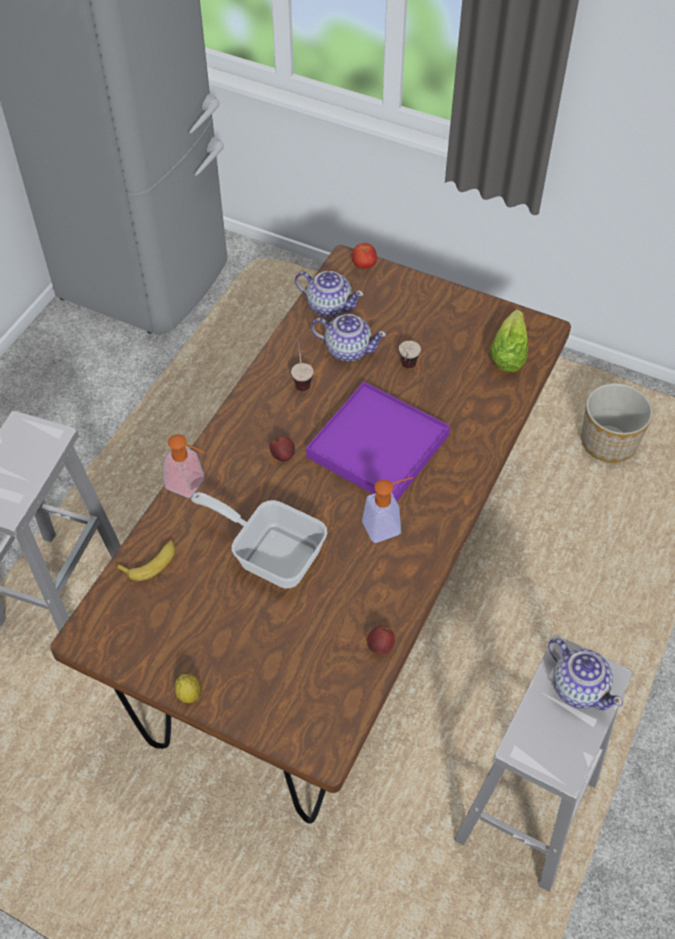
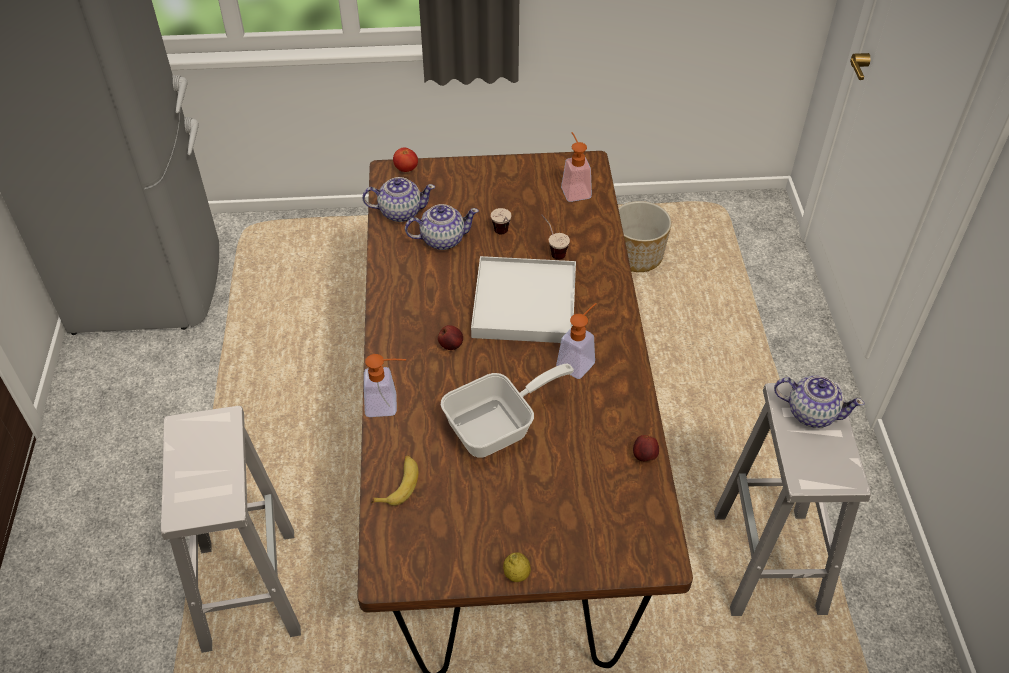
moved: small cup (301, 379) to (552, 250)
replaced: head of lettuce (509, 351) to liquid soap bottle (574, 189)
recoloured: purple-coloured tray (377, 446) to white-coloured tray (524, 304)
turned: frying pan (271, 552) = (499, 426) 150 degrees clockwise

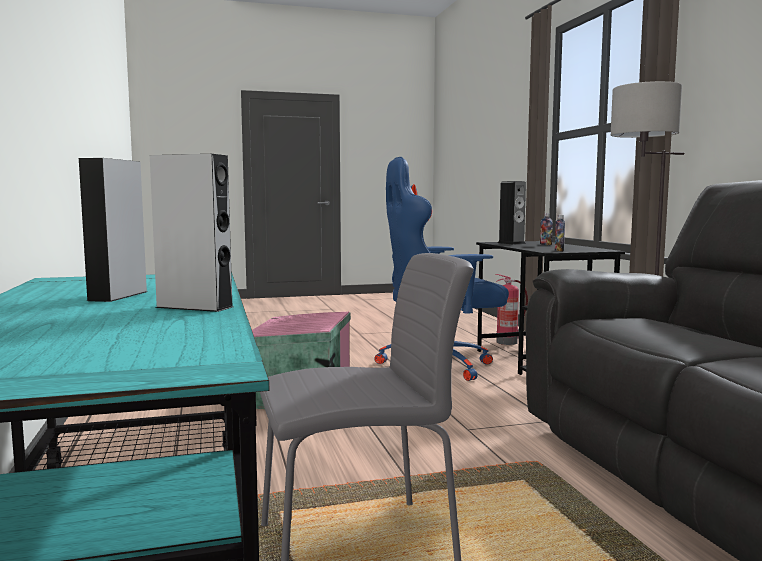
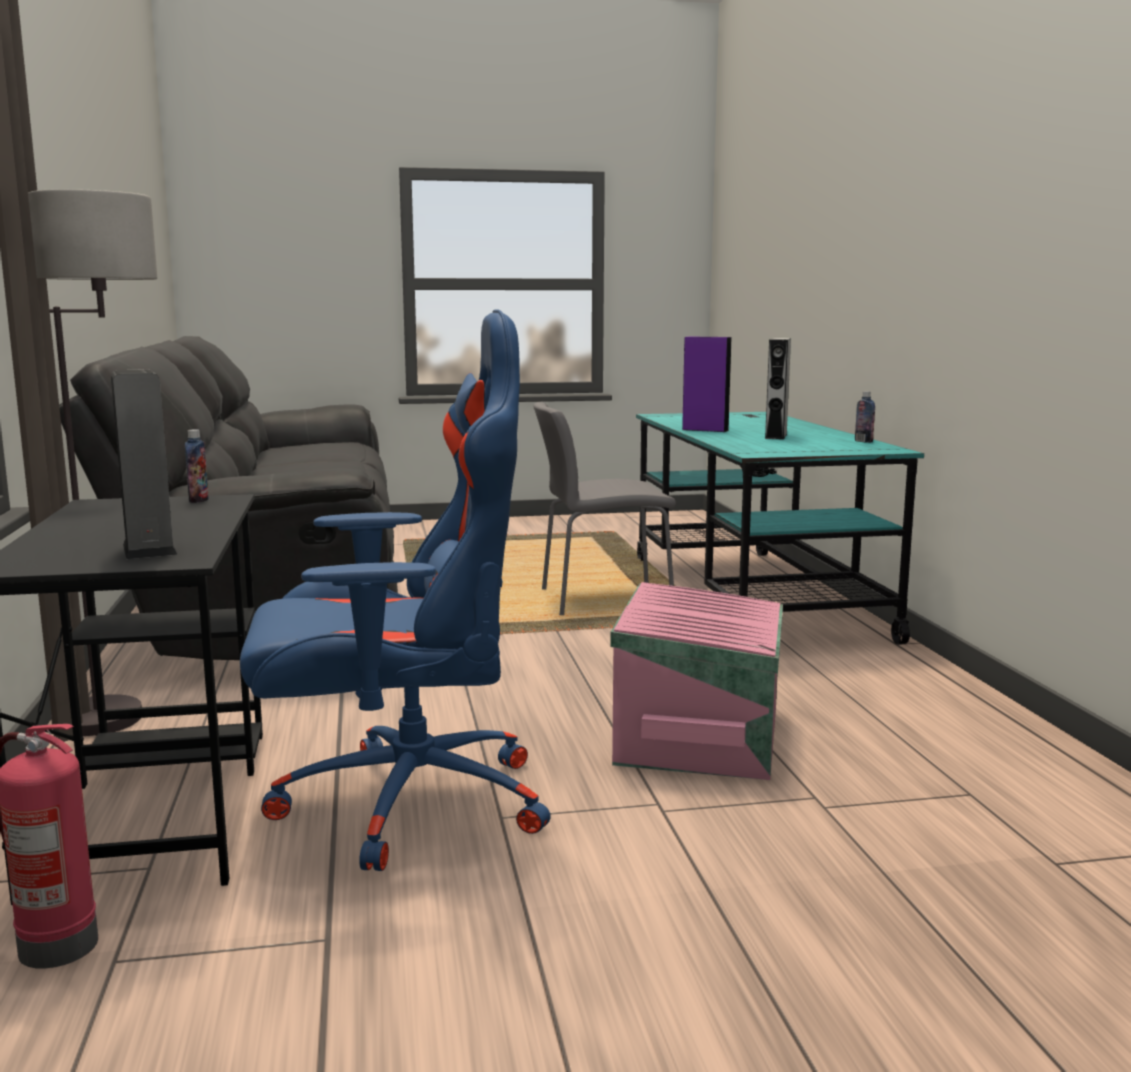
moved: drink bottle (545, 244) to (863, 441)
recoloured: greyish loudspeaker (194, 307) to purple-coloured loudspeaker (705, 430)

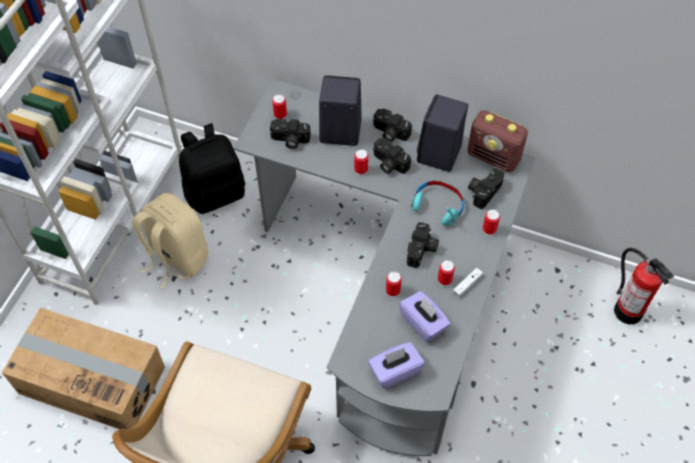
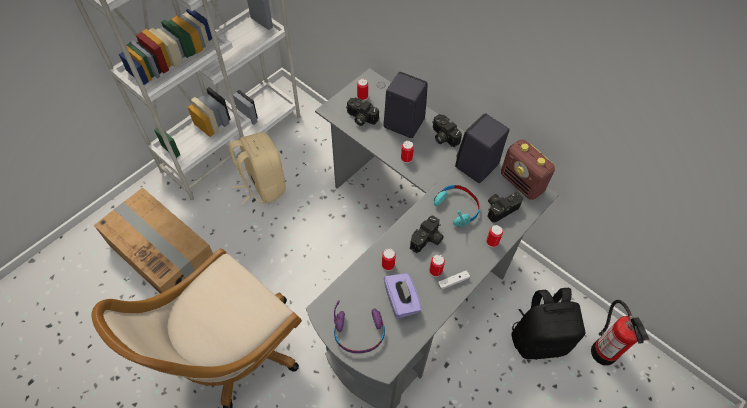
removed: still camera (388, 164)
moved: black knapsack (215, 193) to (539, 338)
replaced: purple-coloured tissue holder (395, 371) to purple-coloured pair of headphones (359, 333)

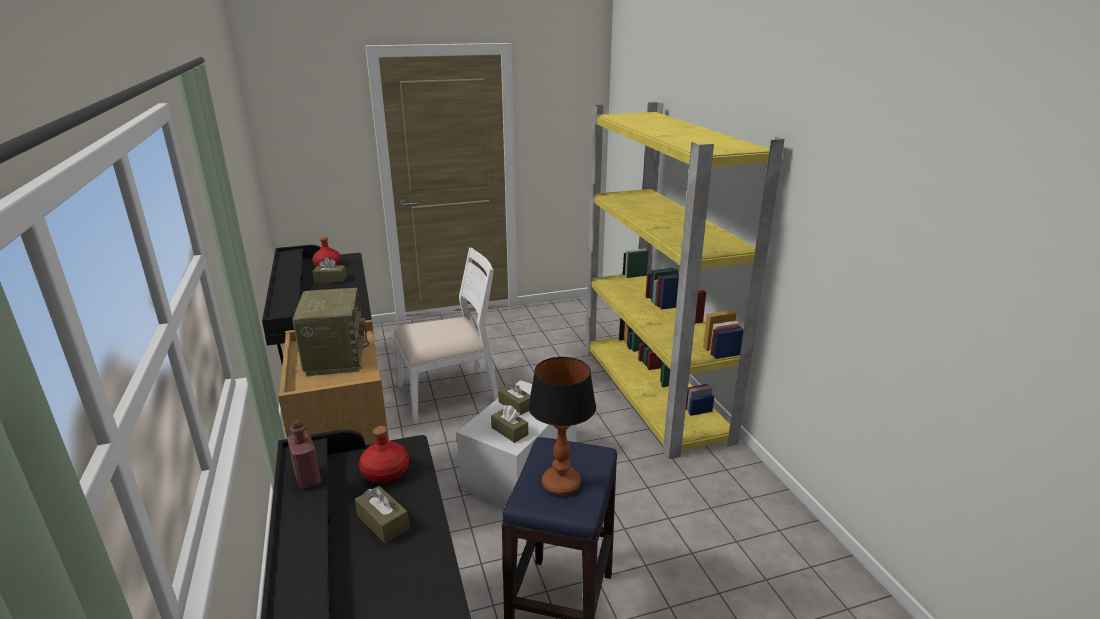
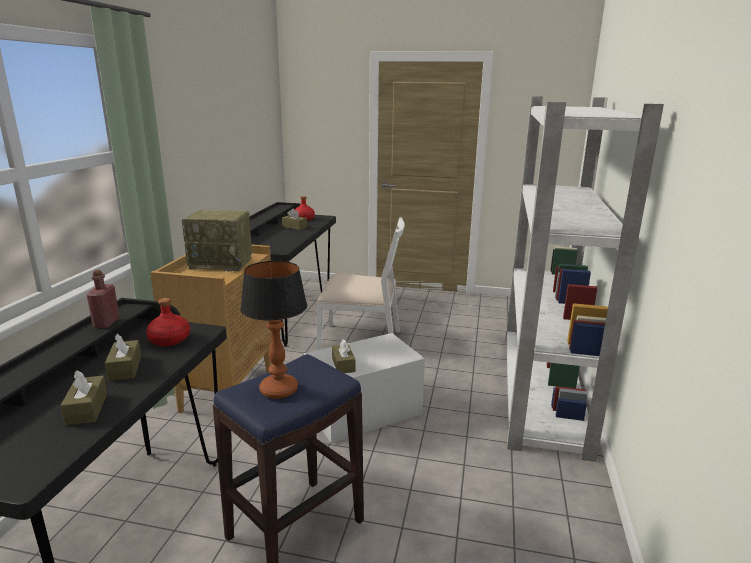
moved: brownish tissue holder (515, 405) to (87, 409)
recoloured: yellowish bookcase (653, 391) to white-coloured bookcase (542, 389)
turned: radio set (335, 357) = (222, 263) 75 degrees clockwise

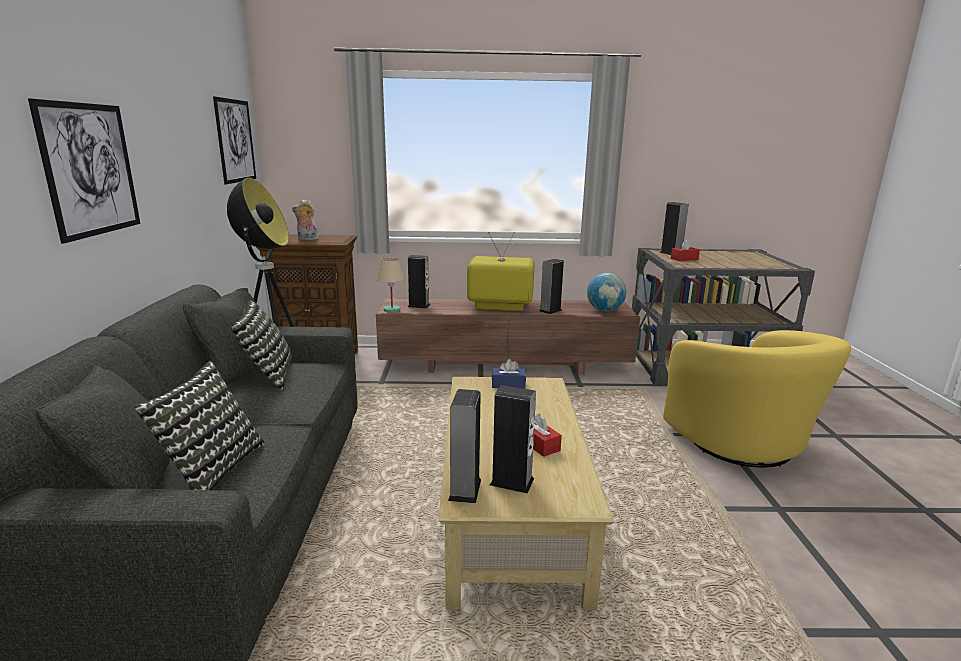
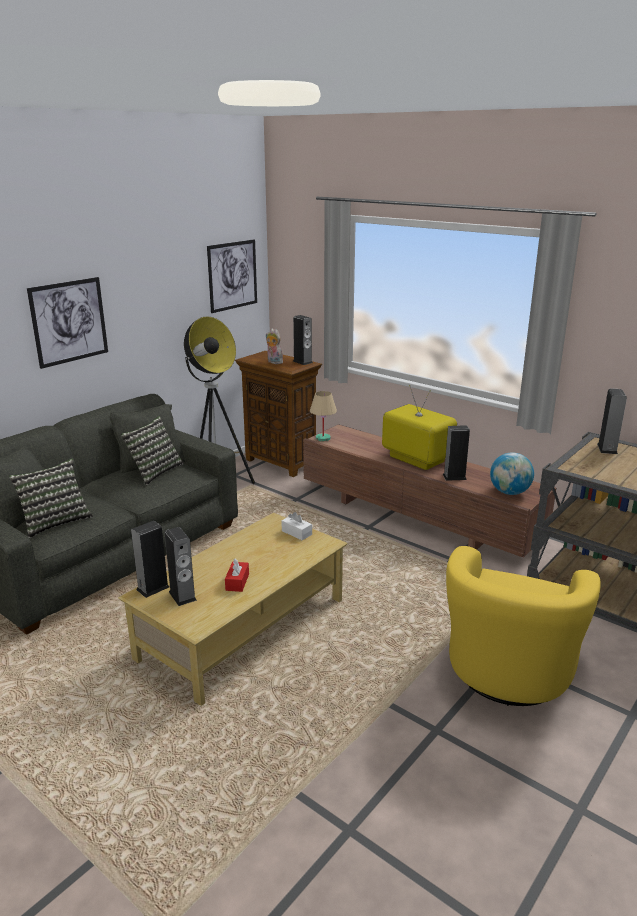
removed: red-coloured tissue holder (684, 259)
moved: loudspeaker (418, 305) to (302, 362)
recoloured: blue tissue holder (508, 384) to white-coloured tissue holder (296, 533)

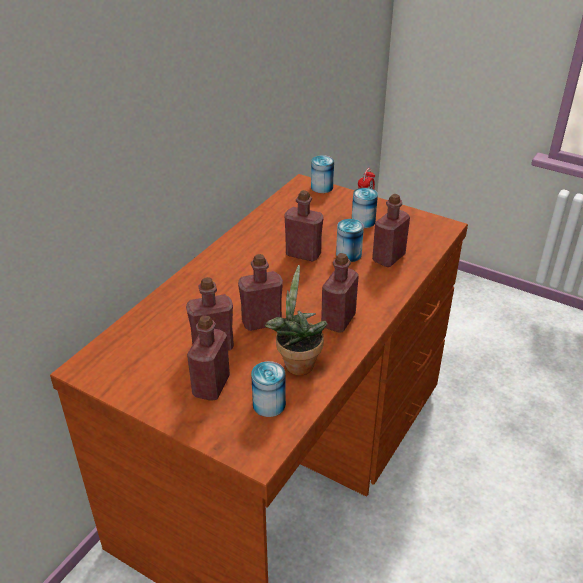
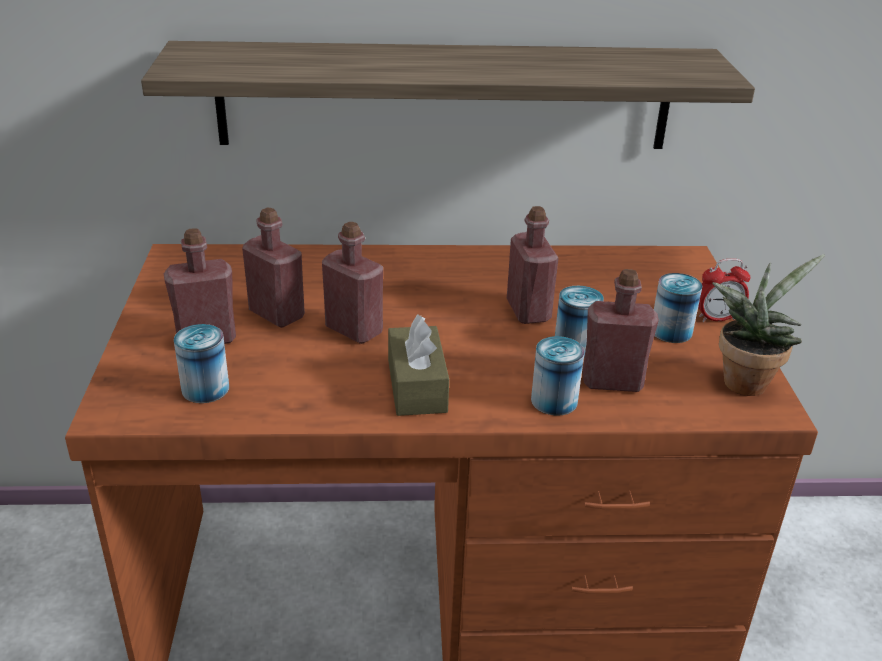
added: bracket shelf (445, 96)
moved: houseplant (297, 362) to (746, 380); sealed can (321, 187) to (554, 401)
replaced: red-coloured drink bottle (338, 321) to brownish tissue holder (417, 386)

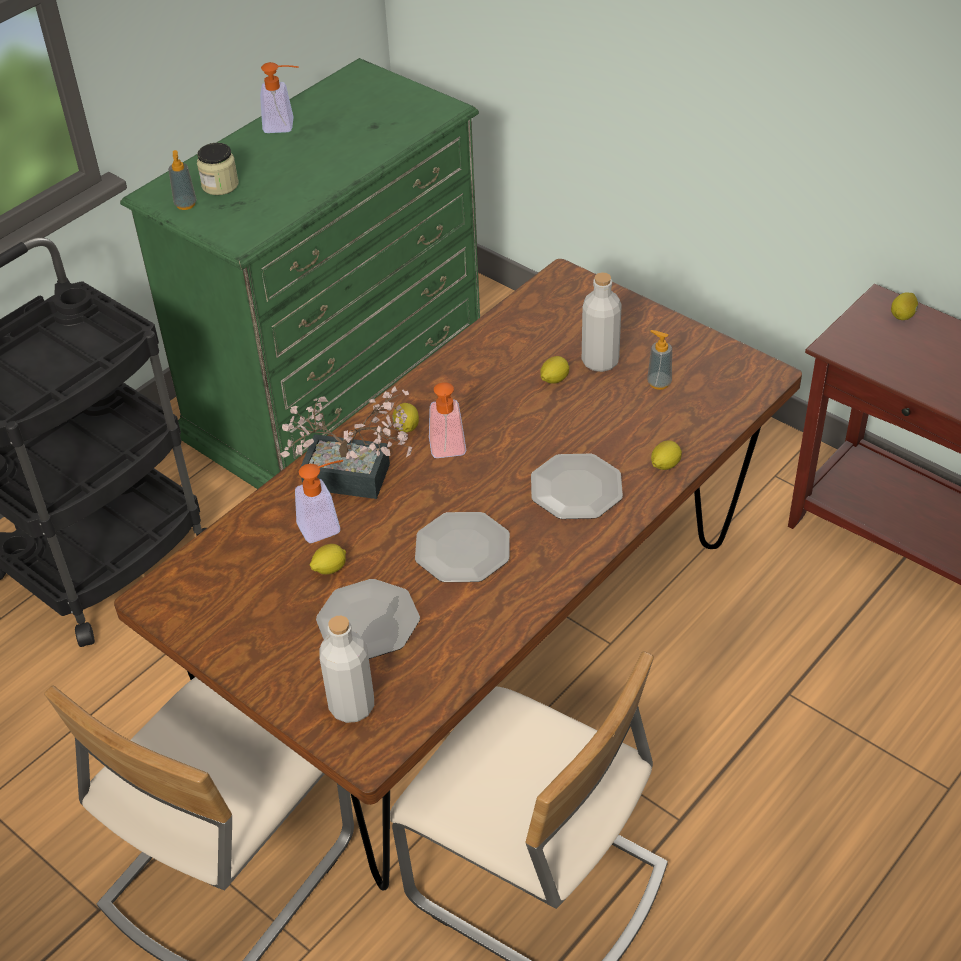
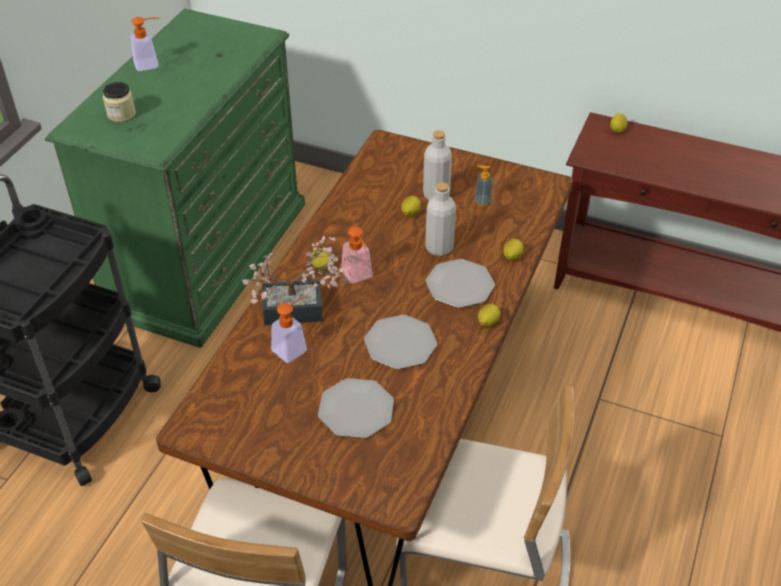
removed: liquid soap bottle (185, 204)
moved: lemon (329, 569) to (487, 322); greyish drink bottle (352, 706) to (439, 248)

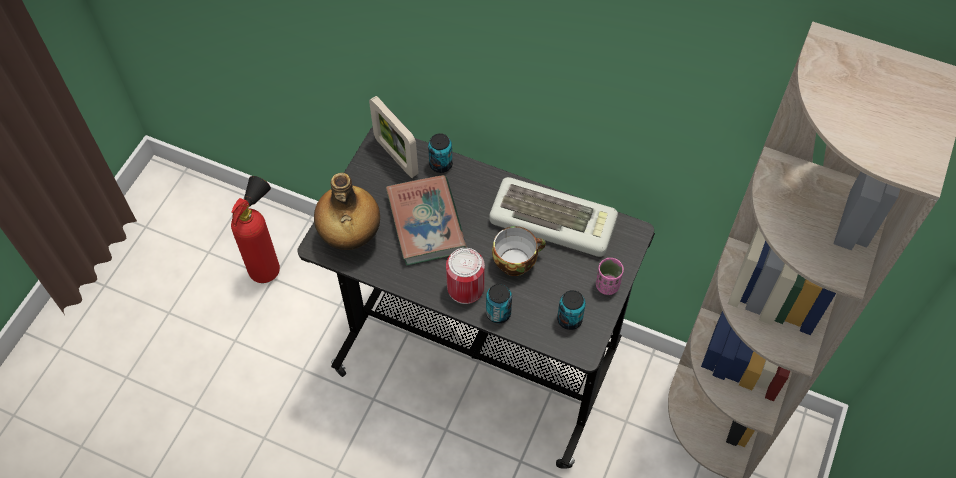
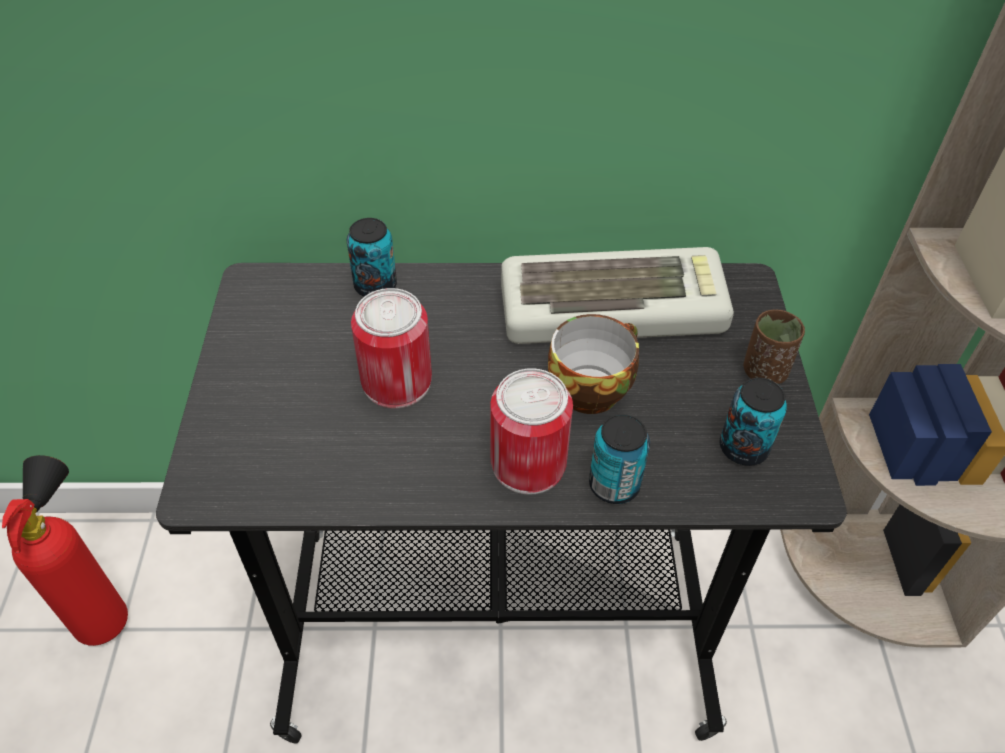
removed: drink bottle (350, 237); picture frame (396, 157)
replaced: volume (426, 223) to sealed can (396, 382)
recoloured: pinkish small cup (607, 285) to brownish small cup (764, 371)

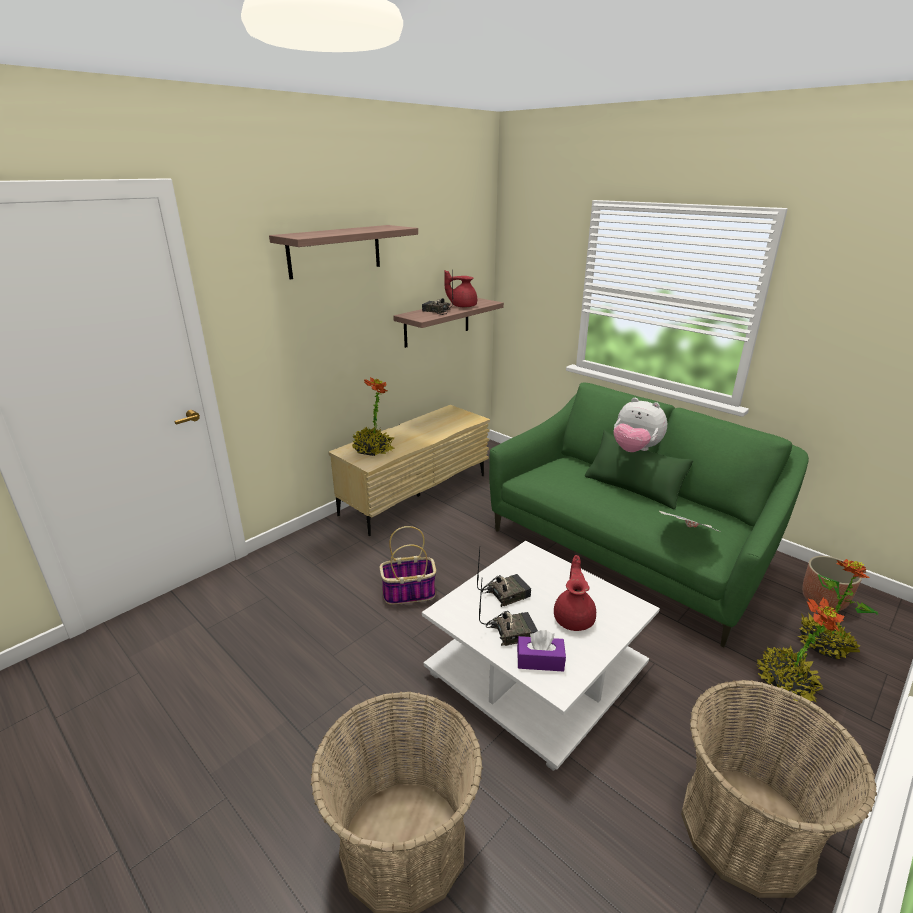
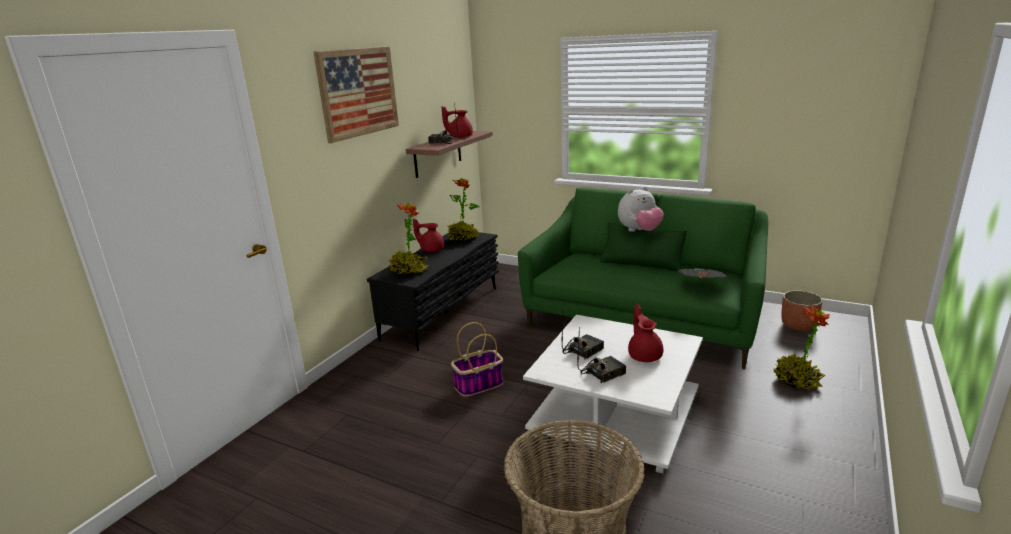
removed: purple-coloured tissue holder (540, 661); storage basket (745, 830)
added: red-coloured tea pot (431, 249)
moved: houseplant (824, 644) to (463, 239)
replaced: bracket shelf (335, 251) to wall art (358, 92)
recoloured: sand-coloured tv stand (416, 495) to black tv stand (443, 313)
turned: plush toy (635, 450) = (639, 231) 45 degrees counterclockwise

